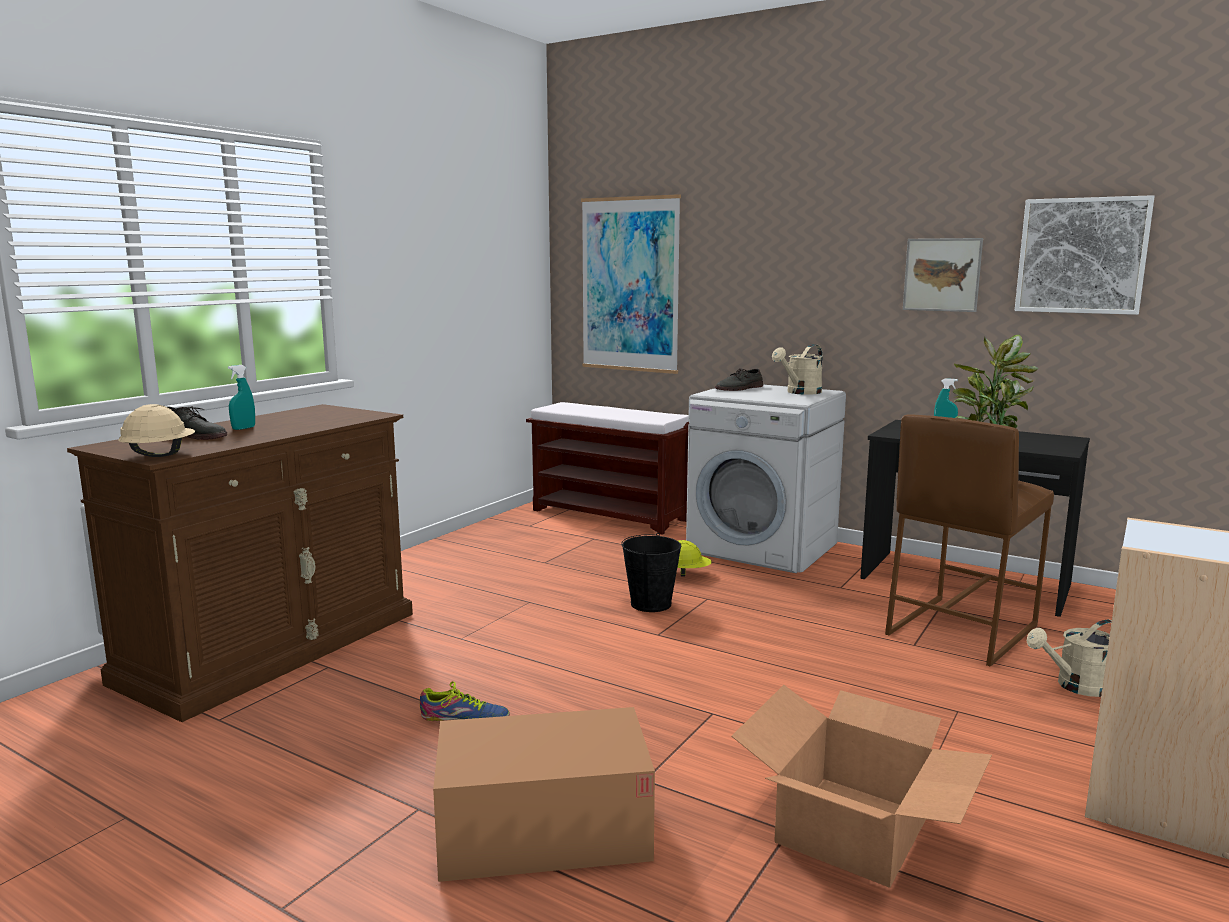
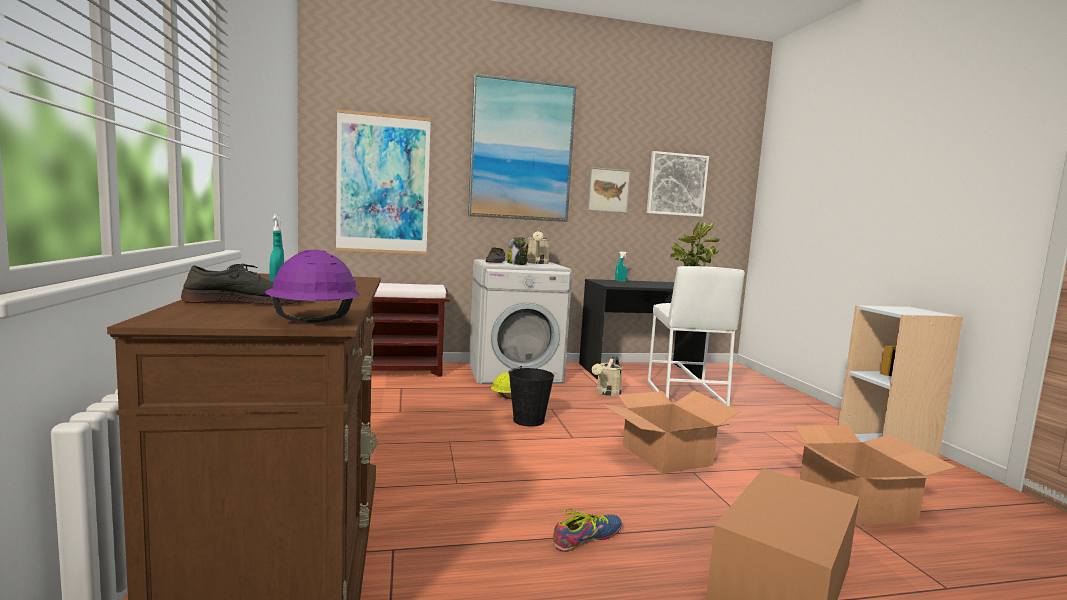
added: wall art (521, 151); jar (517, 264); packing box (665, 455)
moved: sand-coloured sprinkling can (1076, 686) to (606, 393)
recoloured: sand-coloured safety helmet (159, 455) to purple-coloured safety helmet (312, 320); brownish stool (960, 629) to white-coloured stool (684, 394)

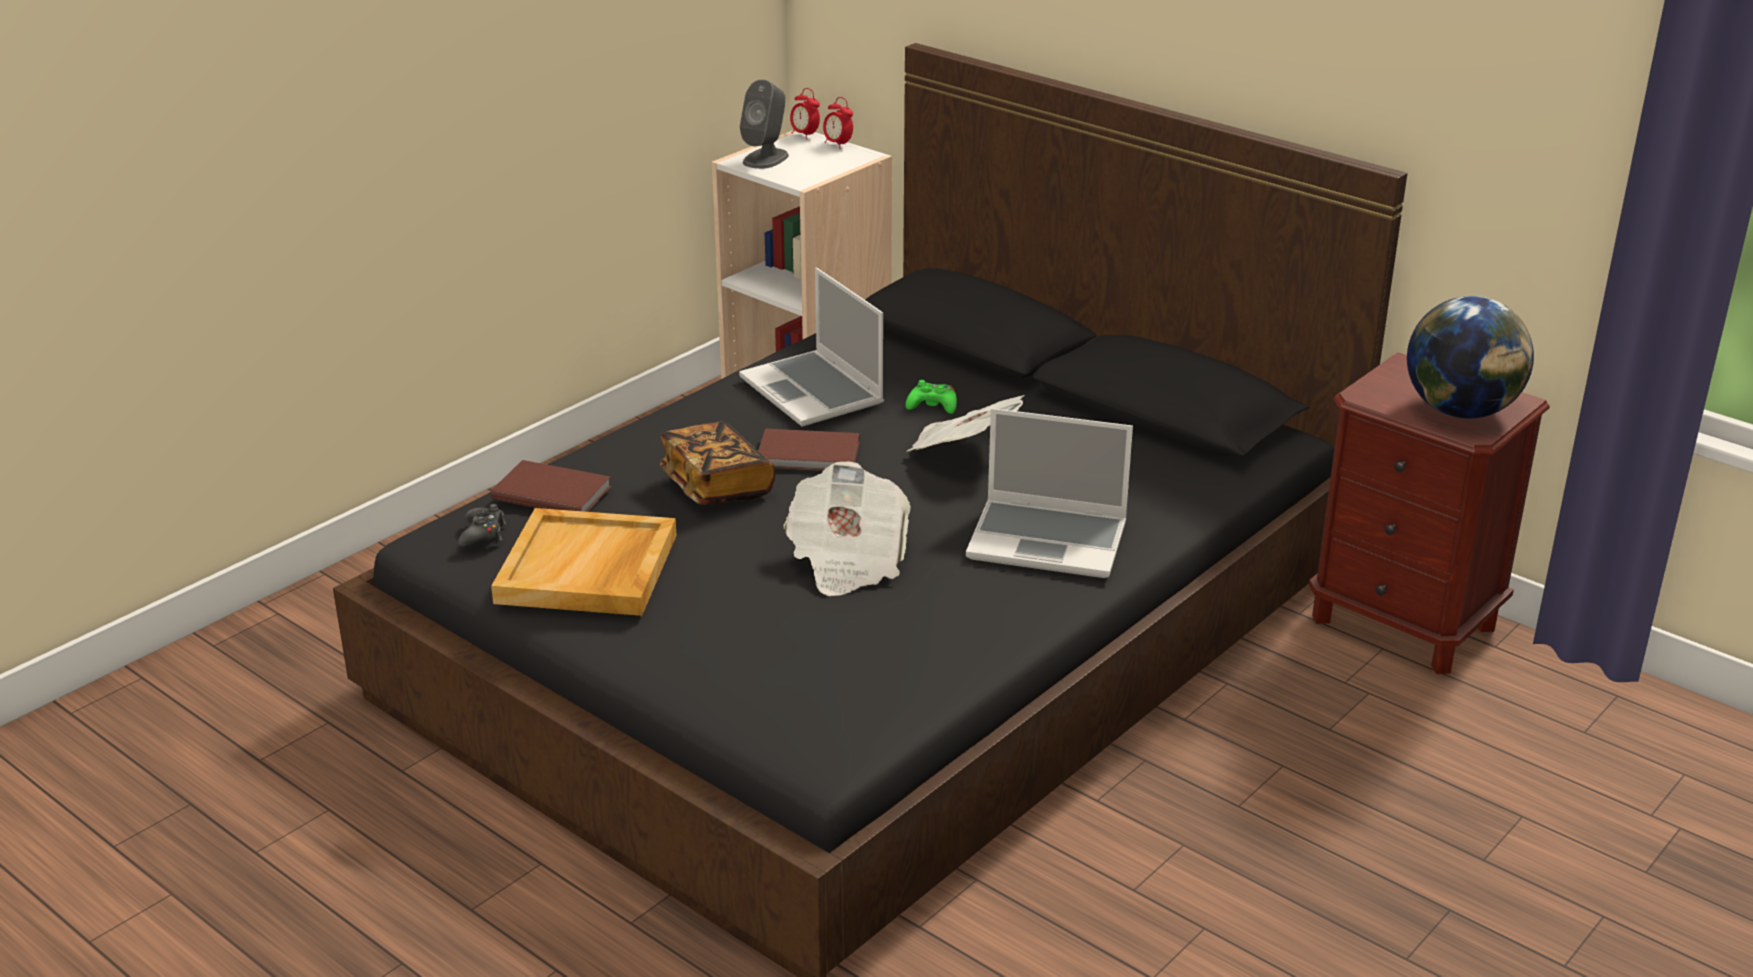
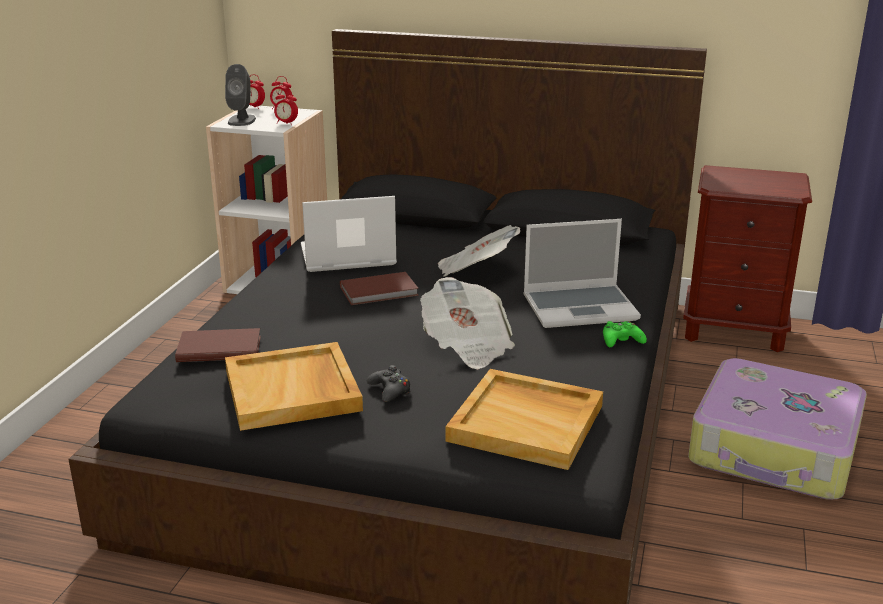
removed: volume (716, 485); desk globe (1460, 411)
added: bedside clock (286, 123); sand-coloured tray (527, 423); piece of luggage (775, 449)
moved: black joypad (483, 534) to (390, 390); green joypad (932, 406) to (621, 340)
turned: laptop (814, 392) = (346, 257) 135 degrees clockwise

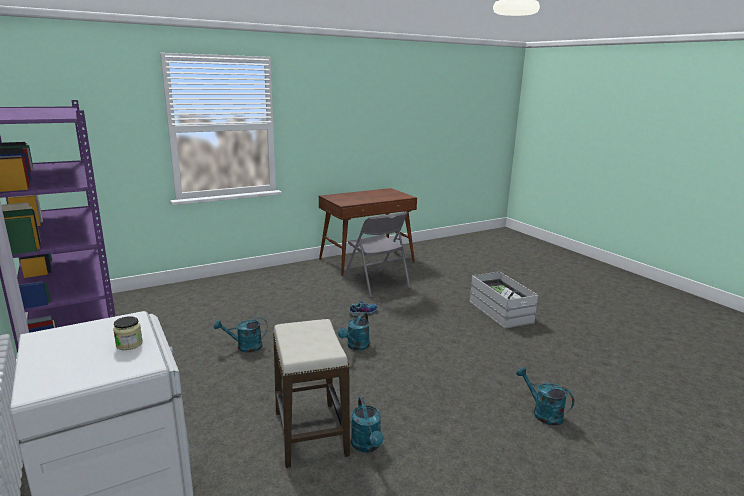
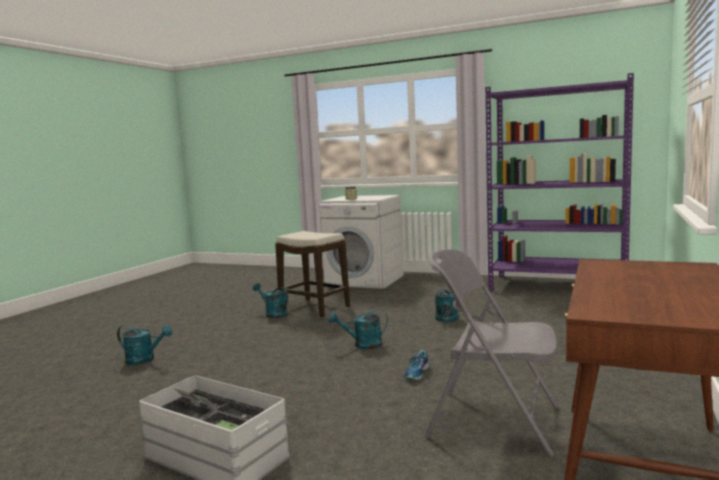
turned: blue-green sprinkling can (356, 346) = (362, 345) 90 degrees counterclockwise

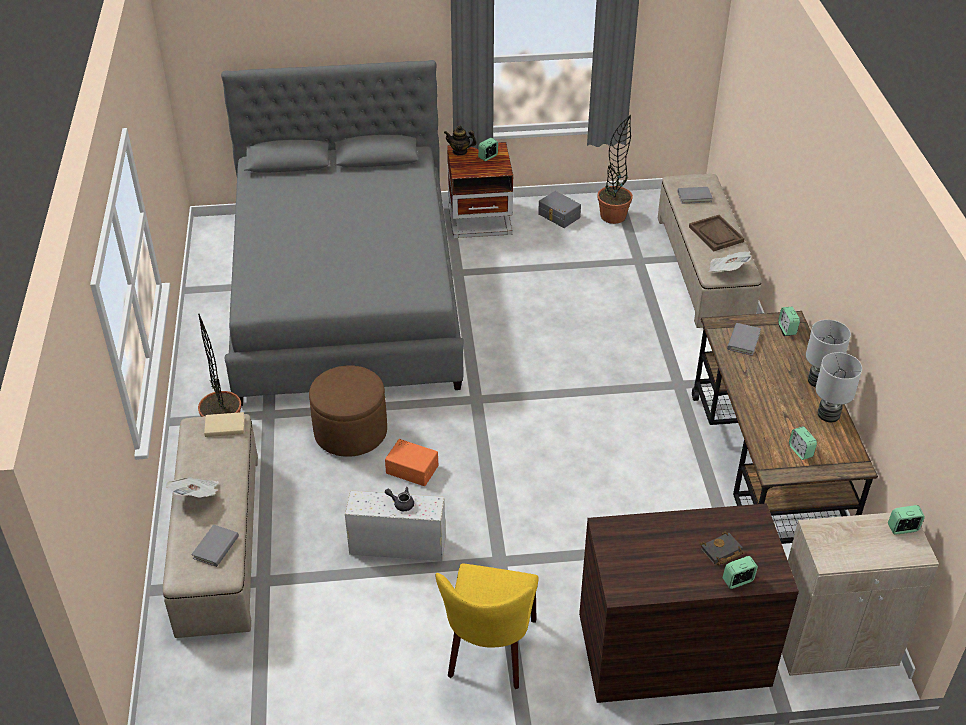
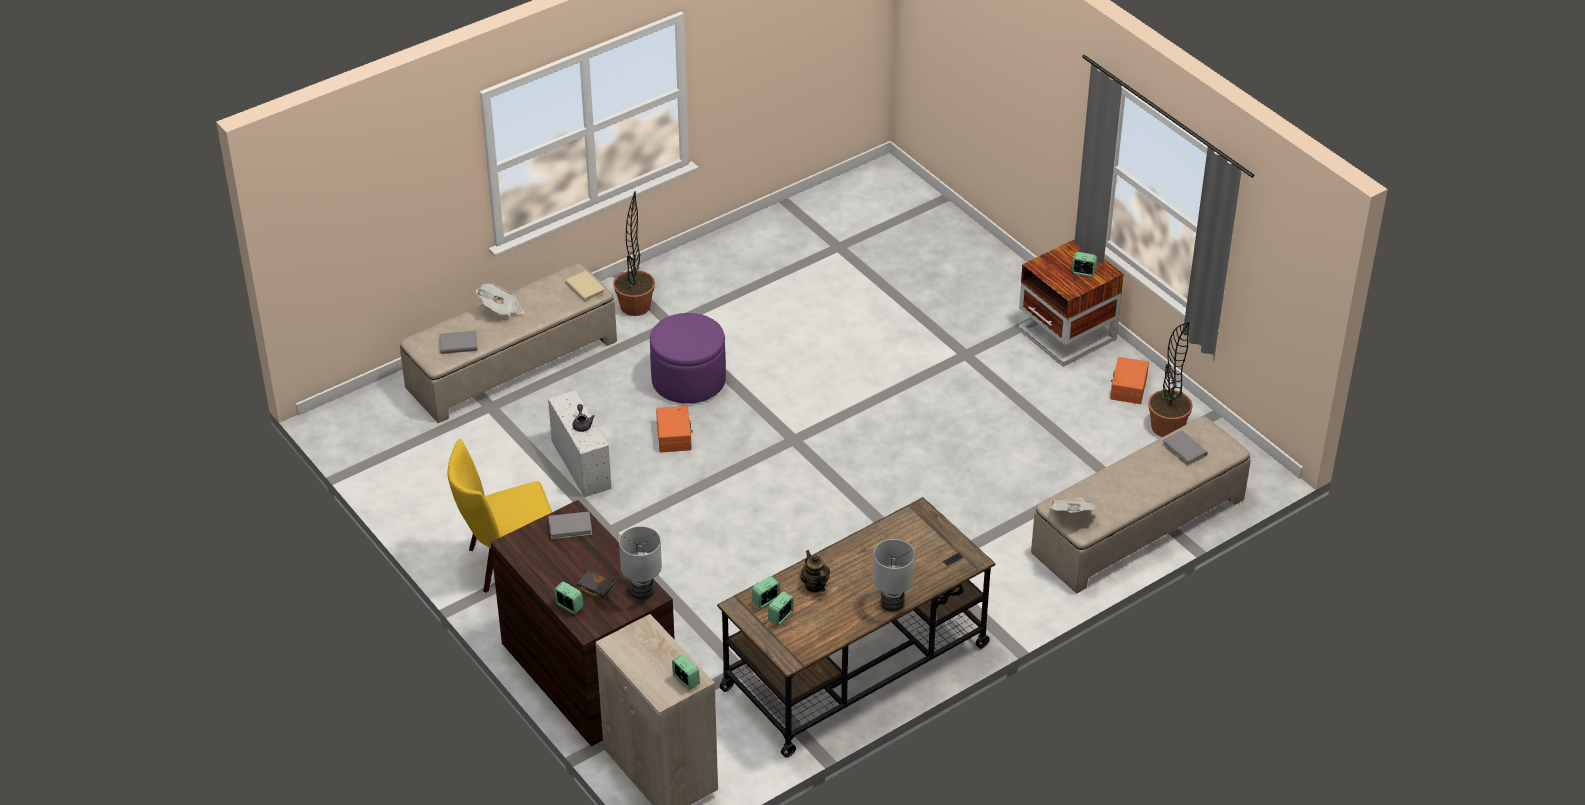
removed: greyish sleeping bed (346, 296); brownish tray (716, 234)
moved: tea pot (460, 151) to (815, 585); greyish volume (743, 341) to (570, 527); bedside clock (787, 329) to (766, 600); greyish table lamp (828, 414) to (642, 591)
recoloured: brownish pouffe (350, 432) to purple-coloured pouffe (688, 381); greyish storage bin (558, 216) to orange storage bin (1127, 387)

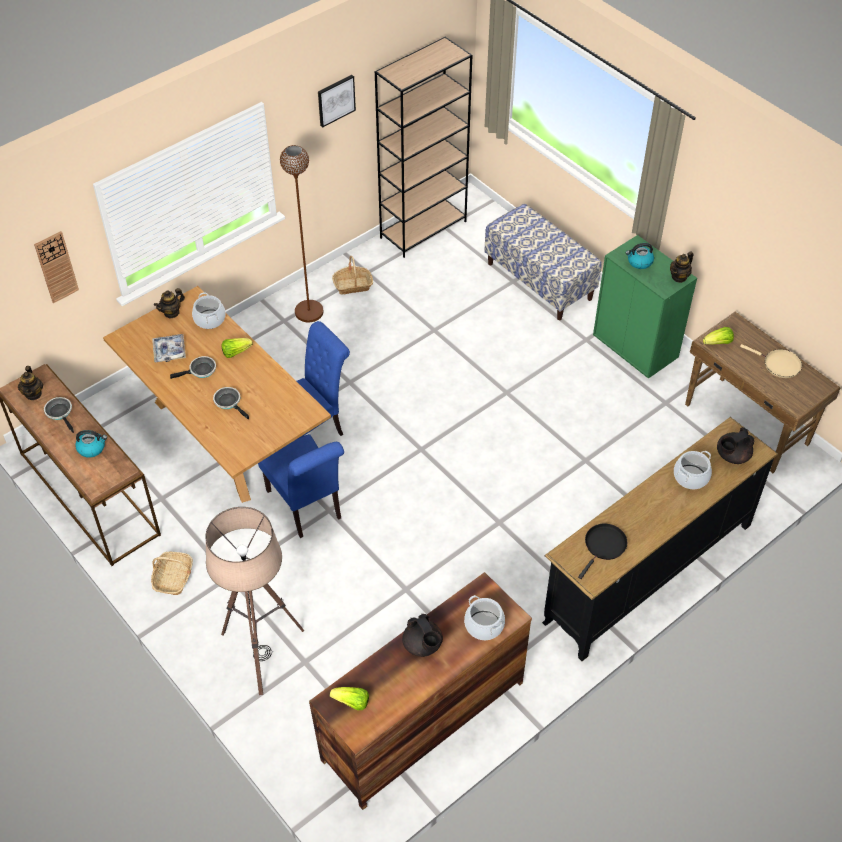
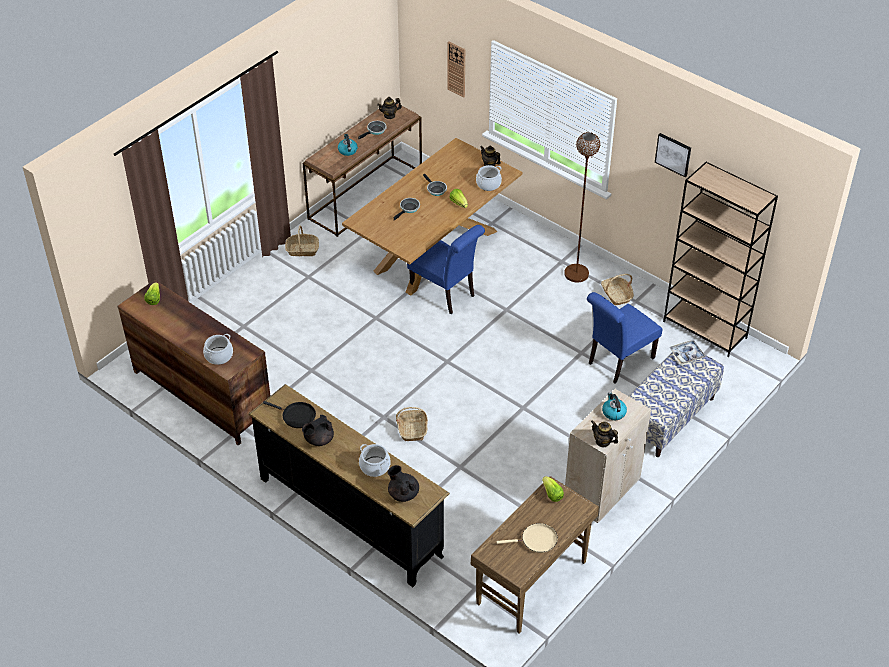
removed: standing lamp (262, 651)
added: storage basket (412, 429)
moved: tray (169, 351) to (687, 354); blue chair (307, 507) to (617, 362); black tea pot (423, 645) to (318, 440)
recoloured: green cabinet (635, 350) to sand-coloured cabinet (601, 494)
turned: sand-coloured frying pan (779, 364) = (536, 540) 120 degrees counterclockwise

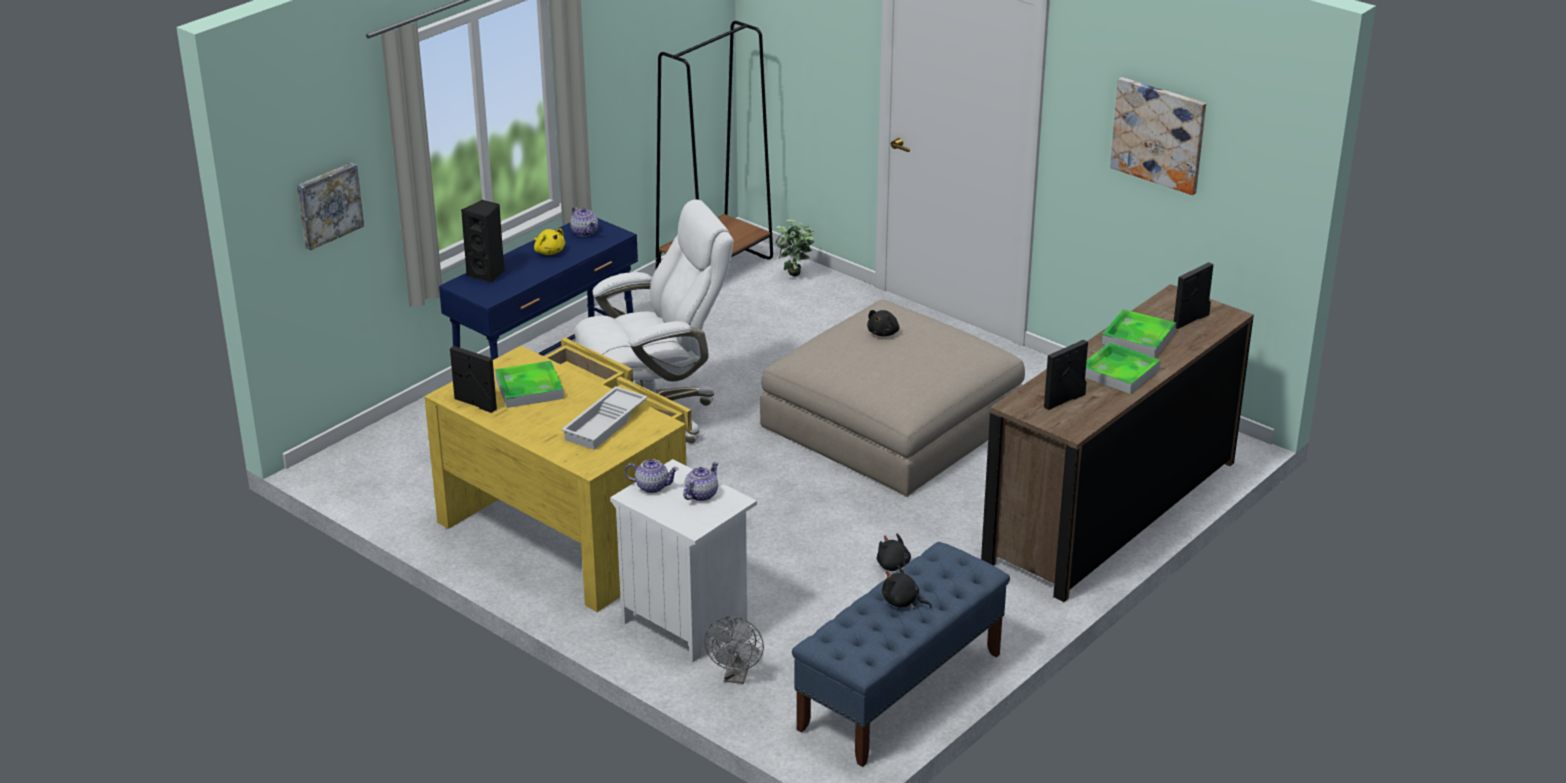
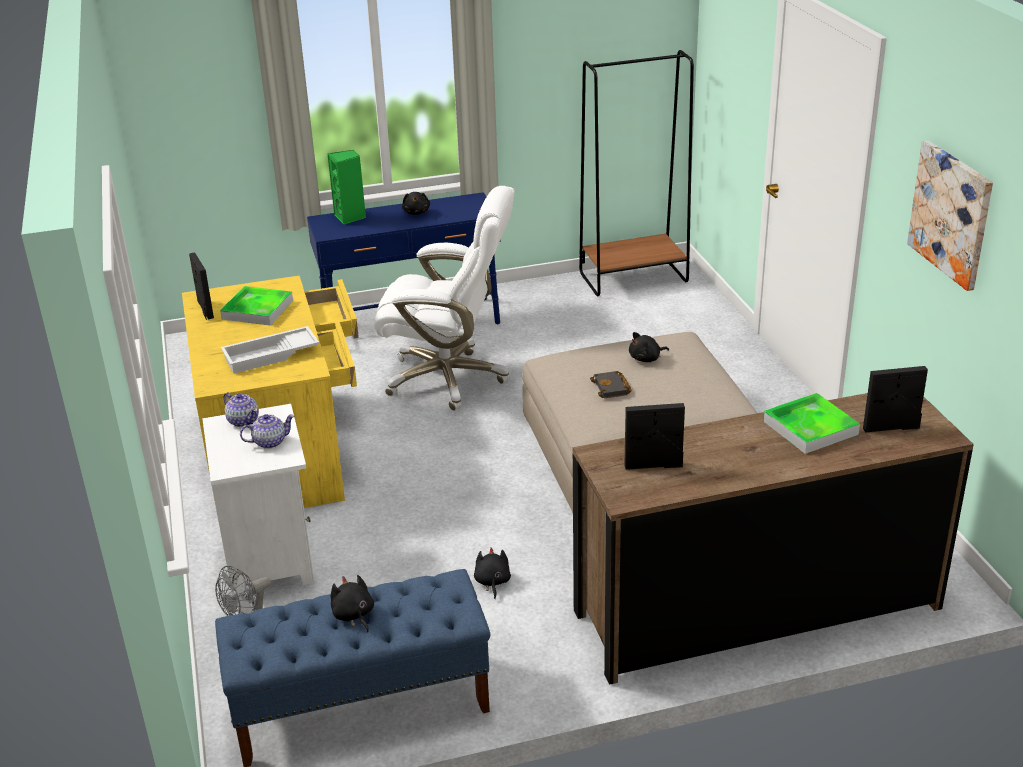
removed: wall art (328, 204); tea pot (584, 232); houseplant (795, 278); tray (1119, 372)
added: black volume (612, 388)
recoloured: black loudspeaker (487, 274) to green loudspeaker (350, 217); yellowish plush toy (549, 251) to black plush toy (416, 212)

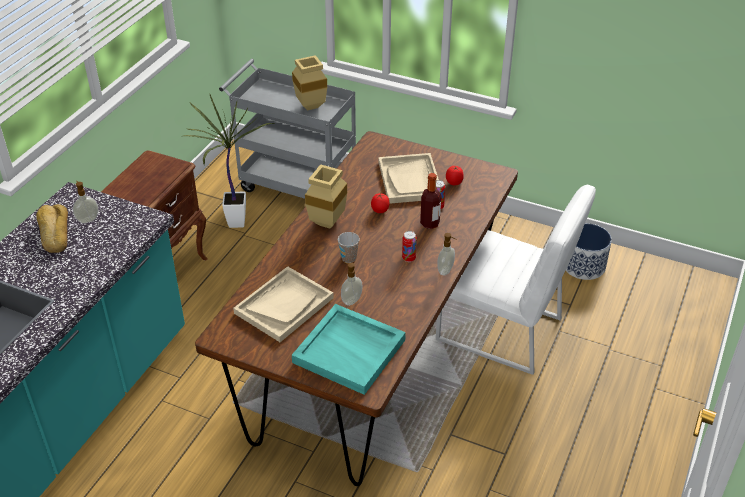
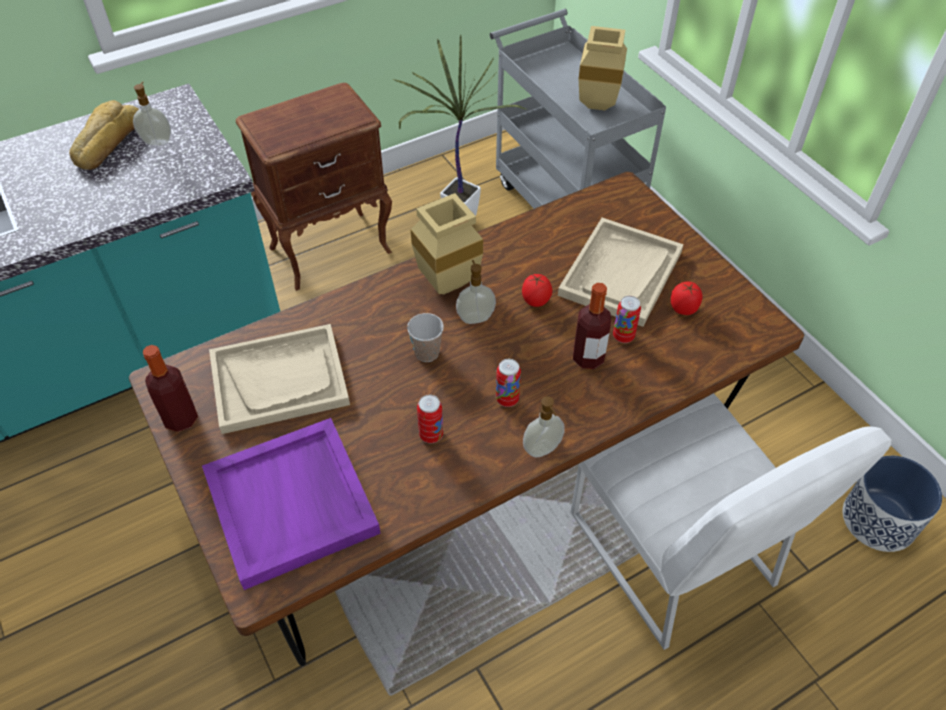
added: drink bottle (181, 419); sealed can (431, 435)
moved: liquid soap bottle (351, 300) to (475, 317)
recoloured: blue-green tray (350, 351) to purple-coloured tray (293, 504)

